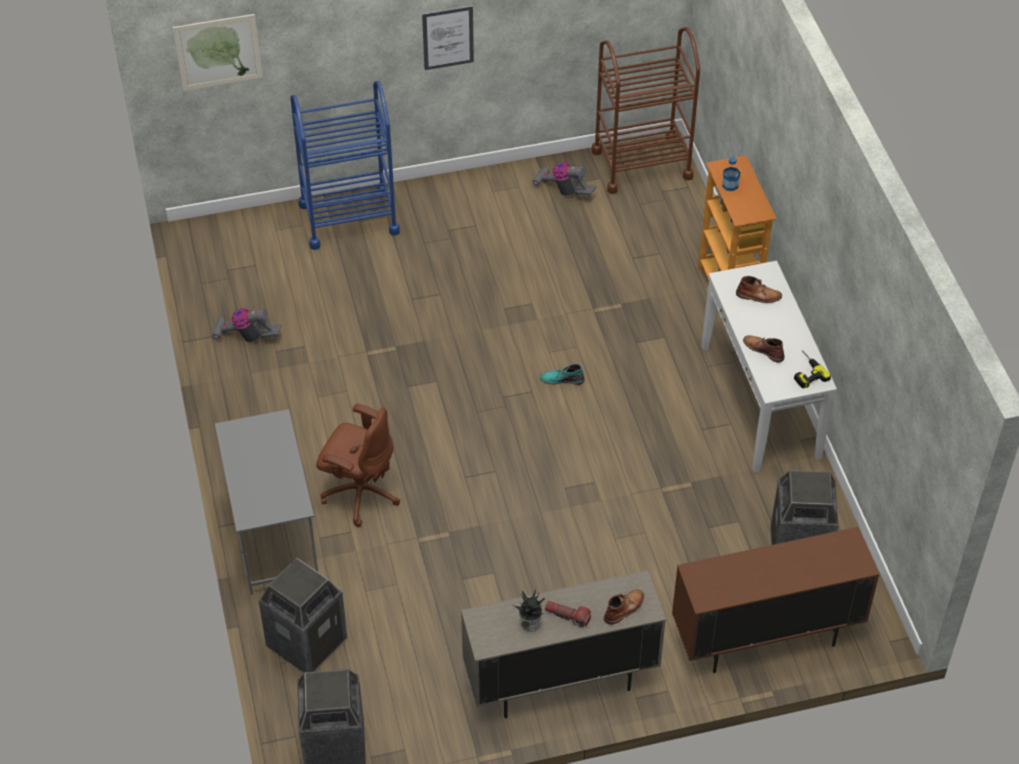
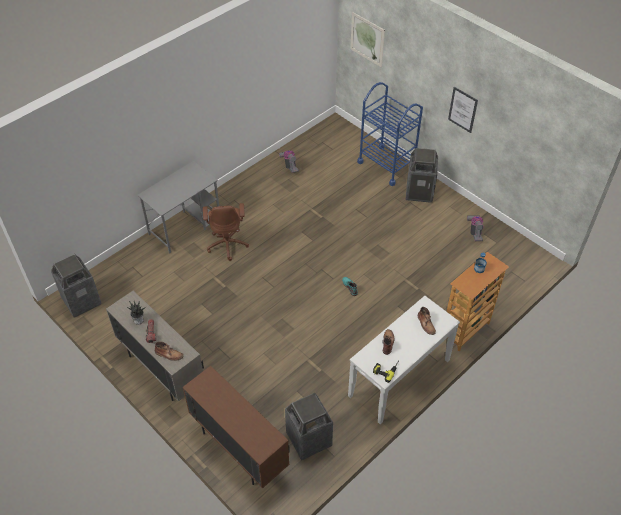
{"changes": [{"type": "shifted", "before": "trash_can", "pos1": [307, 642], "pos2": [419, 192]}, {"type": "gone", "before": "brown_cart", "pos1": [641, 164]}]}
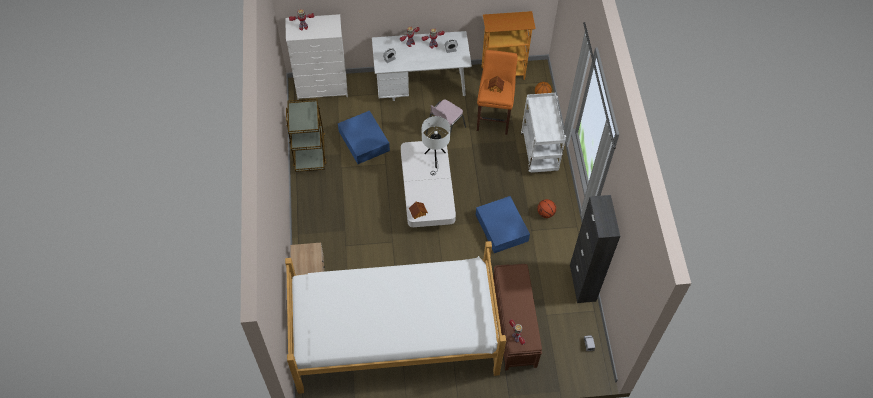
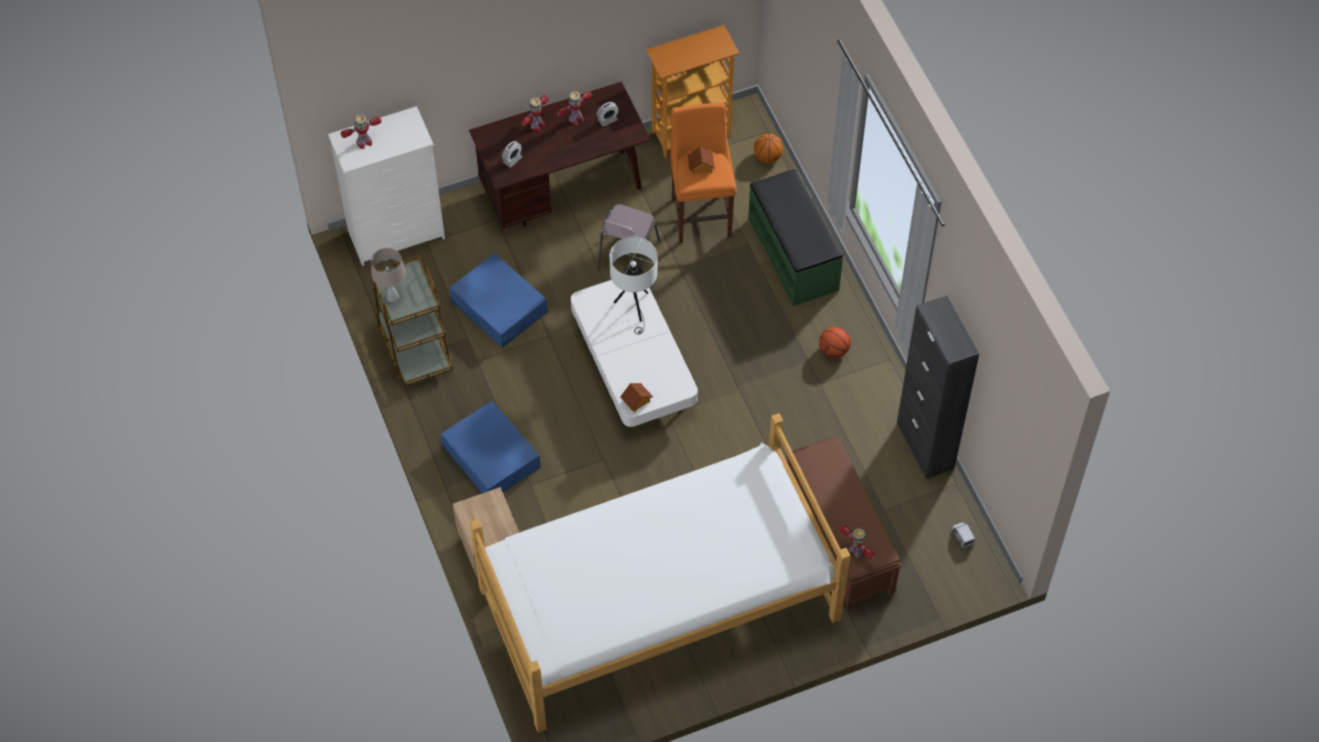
{"changes": [{"type": "new", "after": "beige_table_lamp", "pos2": [392, 297]}, {"type": "shifted", "before": "blue_storage_box", "pos1": [501, 228], "pos2": [491, 458]}, {"type": "repainted", "before": "white_desk", "after": "brown_desk", "pos1": [421, 87], "pos2": [563, 191]}, {"type": "swapped", "before": "white_cart", "after": "green_bench", "pos1": [540, 152], "pos2": [794, 254]}]}
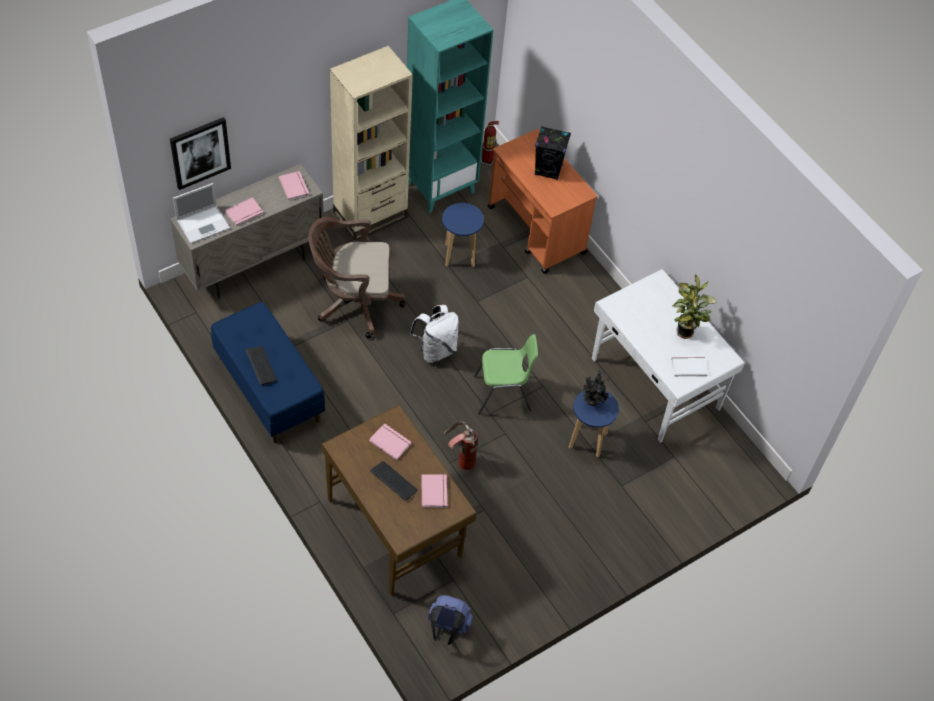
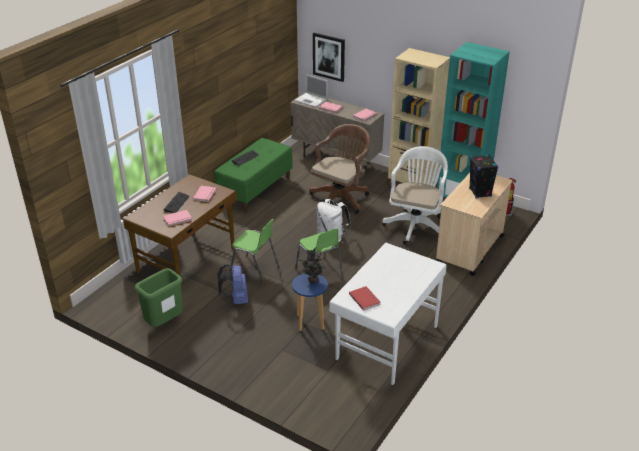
{"changes": [{"type": "new", "after": "green_trash_can", "pos2": [164, 323]}, {"type": "repainted", "before": "blue_bench", "after": "green_bench", "pos1": [268, 388], "pos2": [255, 189]}, {"type": "shifted", "before": "blue_backpack", "pos1": [447, 629], "pos2": [236, 300]}, {"type": "swapped", "before": "fire_extinguisher", "after": "green_chair", "pos1": [460, 459], "pos2": [255, 270]}, {"type": "rotated", "before": "brown_office_chair", "pos1": [353, 302], "pos2": [341, 198], "turn": 60}, {"type": "repainted", "before": "white_book", "after": "red_book", "pos1": [688, 365], "pos2": [365, 299]}, {"type": "swapped", "before": "blue_stool", "after": "white_office_chair", "pos1": [459, 255], "pos2": [415, 225]}, {"type": "repainted", "before": "orange_cart", "after": "beige_cart", "pos1": [537, 231], "pos2": [469, 249]}, {"type": "gone", "before": "potted_plant", "pos1": [684, 333]}]}
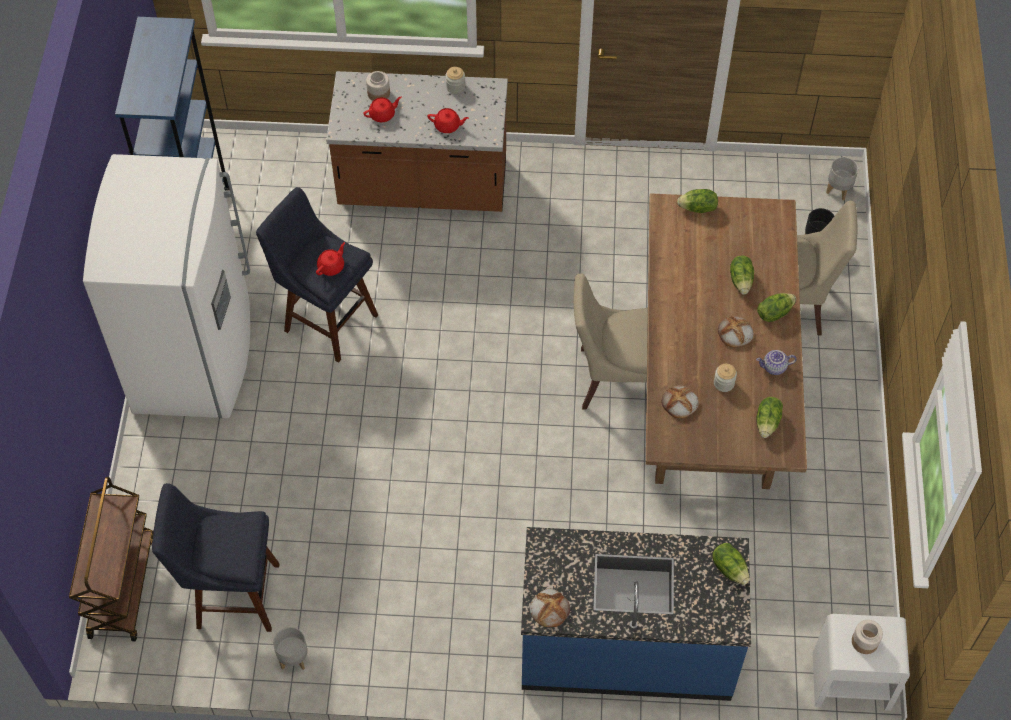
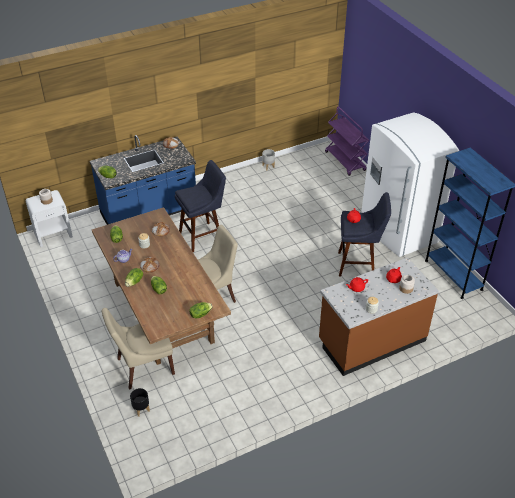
{"changes": [{"type": "shifted", "before": "blue_stool", "pos1": [231, 595], "pos2": [203, 236]}, {"type": "repainted", "before": "brown_cart", "after": "purple_cart", "pos1": [122, 585], "pos2": [345, 161]}, {"type": "gone", "before": "grey_planter", "pos1": [839, 190]}]}
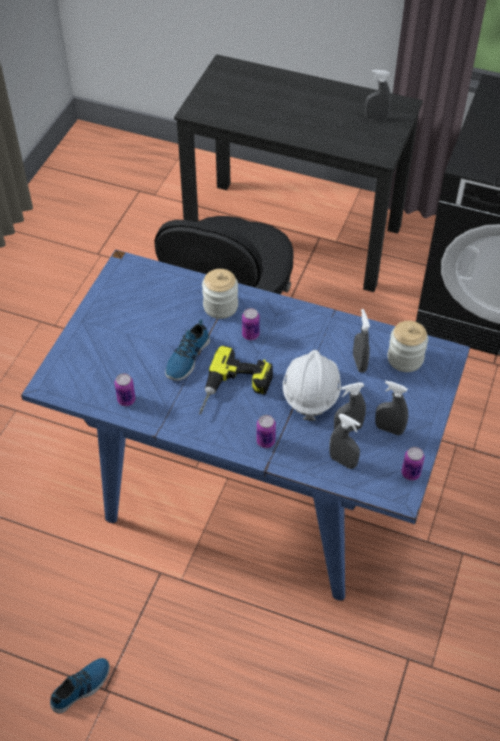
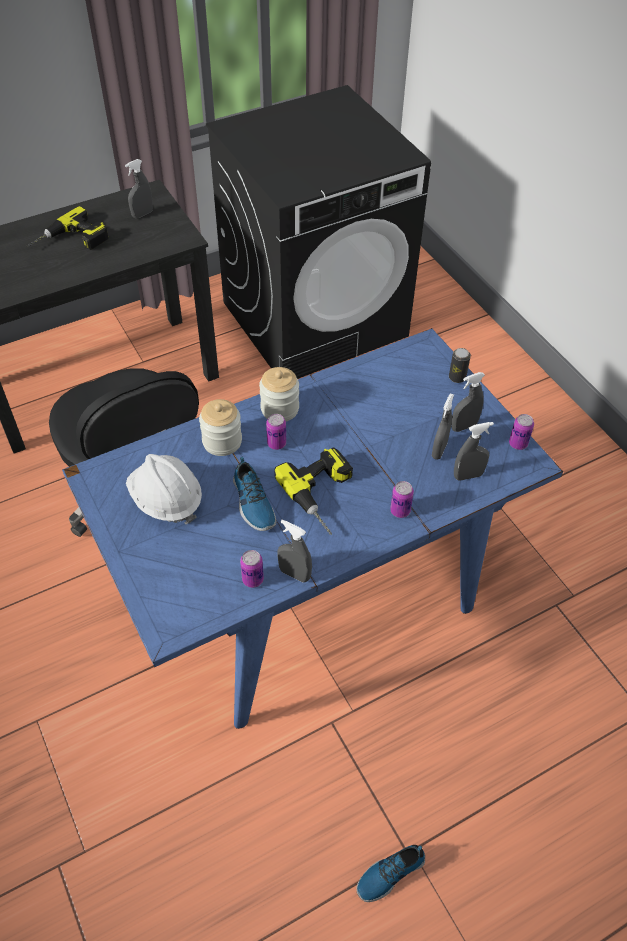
{"changes": [{"type": "new", "after": "power_drill", "pos2": [70, 241]}, {"type": "shifted", "before": "white_hard_hat", "pos1": [310, 393], "pos2": [166, 500]}, {"type": "shifted", "before": "jar", "pos1": [405, 359], "pos2": [279, 409]}, {"type": "shifted", "before": "grey_spray_bottle", "pos1": [359, 363], "pos2": [294, 574]}, {"type": "rotated", "before": "shoe", "pos1": [81, 687], "pos2": [389, 872], "turn": -120}, {"type": "new", "after": "can", "pos2": [457, 377]}]}
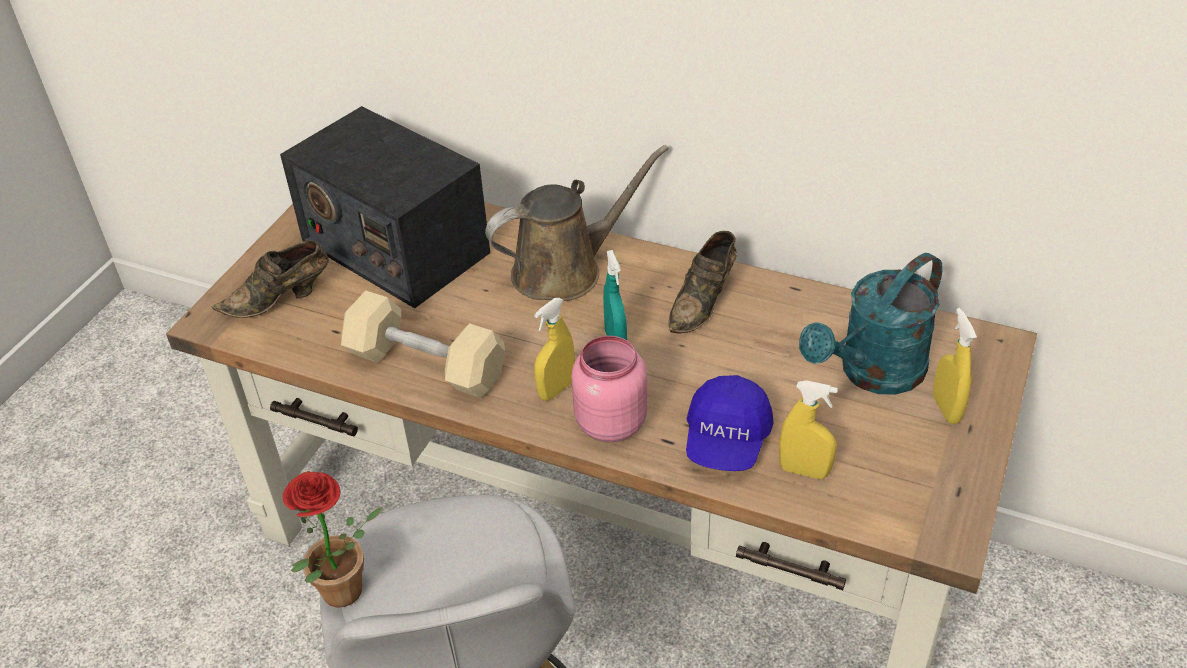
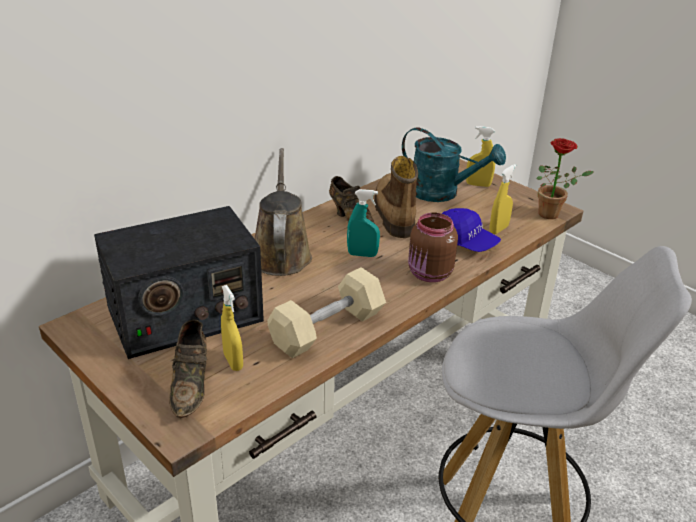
{"changes": [{"type": "shifted", "before": "yellow_spray_bottle", "pos1": [556, 389], "pos2": [233, 362]}, {"type": "new", "after": "boot", "pos2": [393, 214]}, {"type": "rotated", "before": "turquoise_watering_can", "pos1": [872, 374], "pos2": [442, 193], "turn": -45}, {"type": "repainted", "before": "pink_jar", "after": "brown_jar", "pos1": [608, 423], "pos2": [429, 274]}, {"type": "shifted", "before": "potted_plant", "pos1": [344, 598], "pos2": [553, 214]}]}
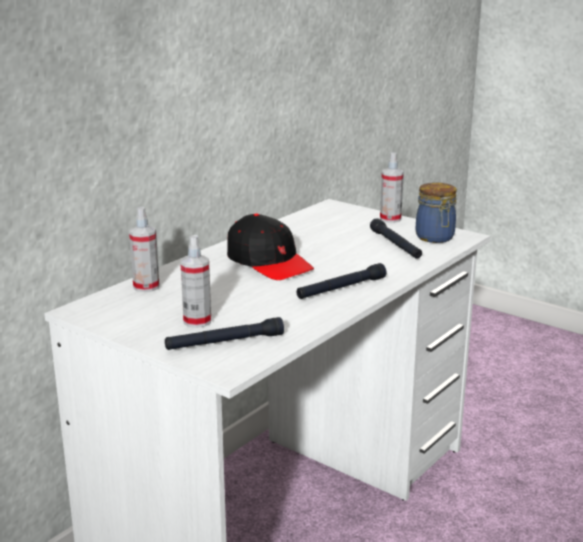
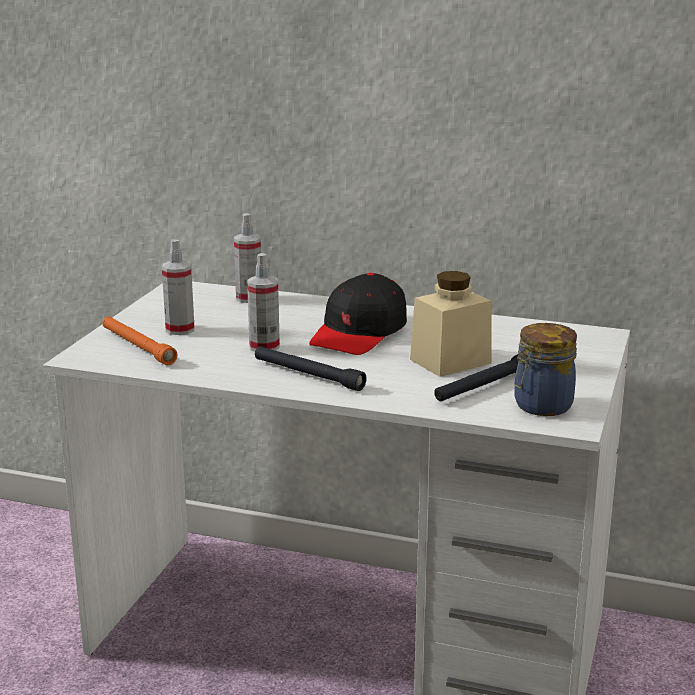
{"changes": [{"type": "repainted", "before": "black_flashlight", "after": "orange_flashlight", "pos1": [224, 342], "pos2": [137, 347]}, {"type": "shifted", "before": "spray_bottle", "pos1": [390, 219], "pos2": [264, 347]}, {"type": "new", "after": "beige_jar", "pos2": [450, 361]}]}
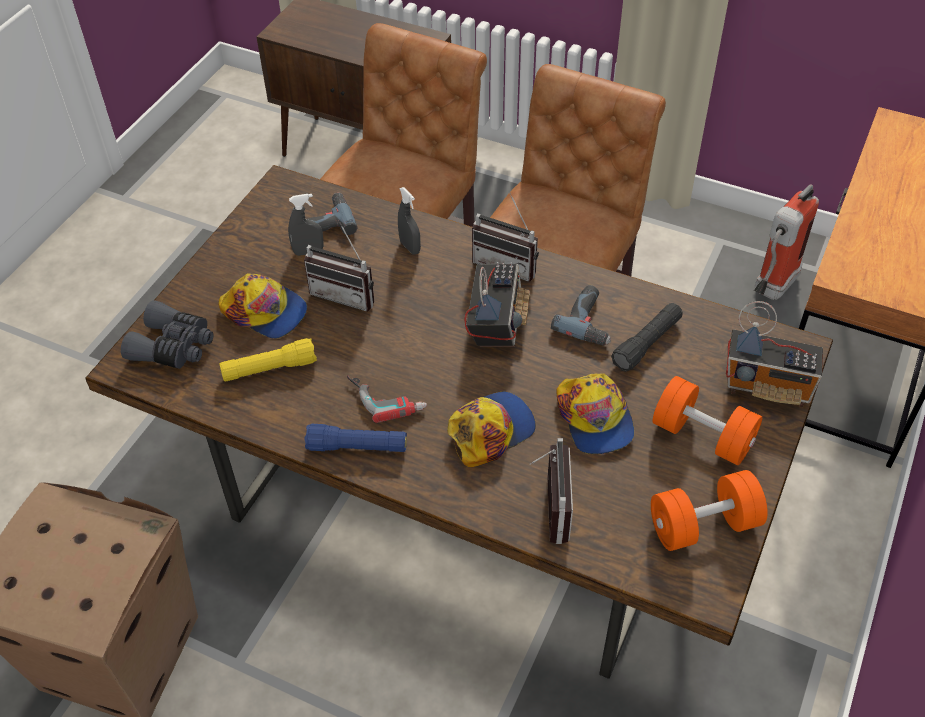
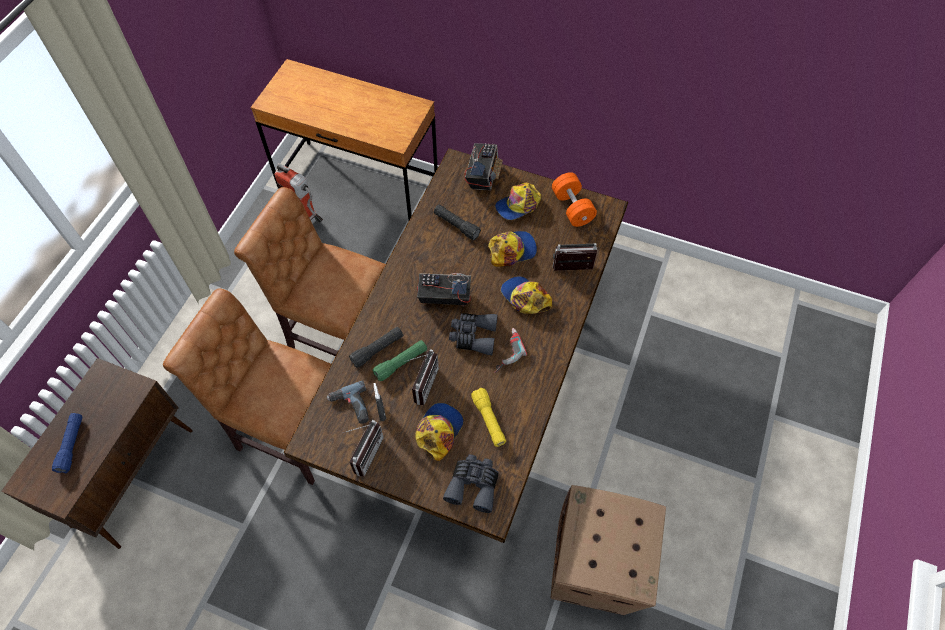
{"changes": [{"type": "shifted", "before": "blue_flashlight", "pos1": [357, 447], "pos2": [72, 445]}, {"type": "shifted", "before": "radio", "pos1": [508, 263], "pos2": [364, 452]}, {"type": "swapped", "before": "grey_spray_bottle", "after": "black_flashlight", "pos1": [410, 247], "pos2": [377, 350]}, {"type": "new", "after": "green_flashlight", "pos2": [401, 363]}, {"type": "new", "after": "grey_binoculars", "pos2": [473, 336]}, {"type": "swapped", "before": "orange_dumbbell", "after": "cap", "pos1": [702, 436], "pos2": [518, 205]}, {"type": "gone", "before": "power_drill", "pos1": [590, 321]}]}
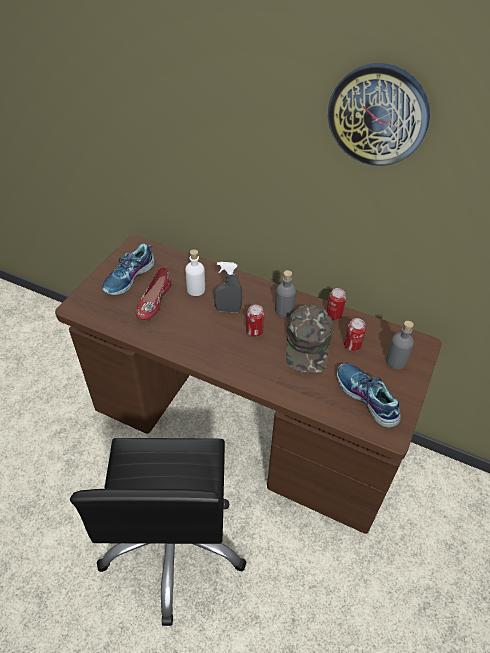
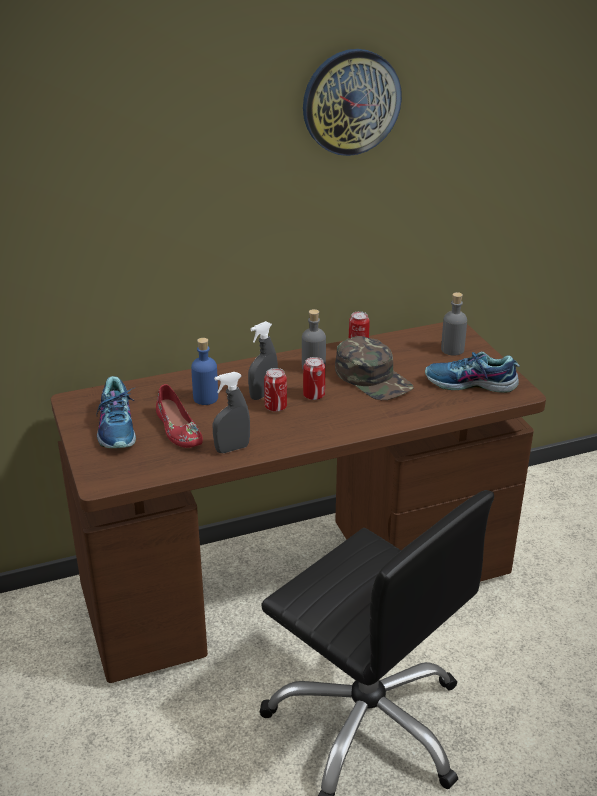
{"changes": [{"type": "repainted", "before": "white_bottle", "after": "blue_bottle", "pos1": [196, 289], "pos2": [205, 398]}, {"type": "new", "after": "grey_spray_bottle", "pos2": [232, 448]}, {"type": "shifted", "before": "can", "pos1": [352, 345], "pos2": [275, 407]}]}
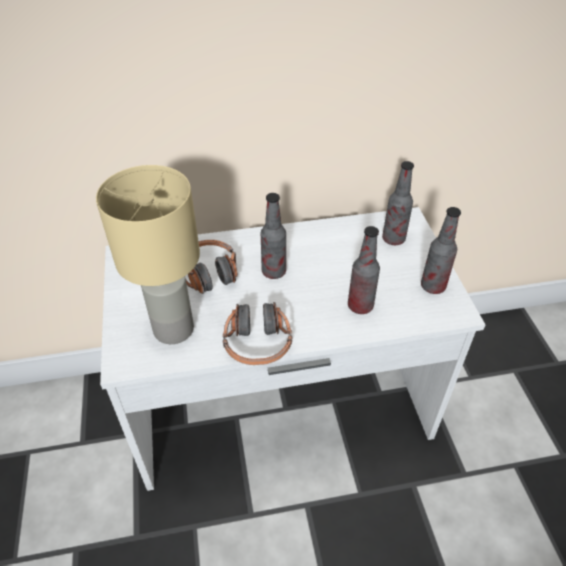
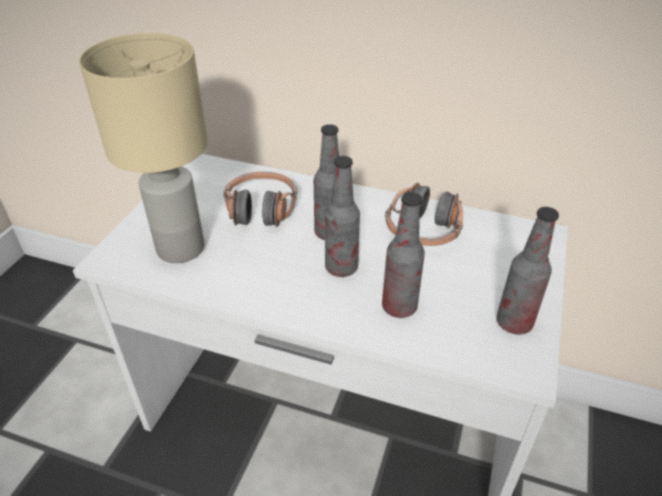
{"changes": [{"type": "shifted", "before": "bottle", "pos1": [393, 239], "pos2": [341, 268]}, {"type": "shifted", "before": "headphones", "pos1": [257, 343], "pos2": [423, 230]}]}
